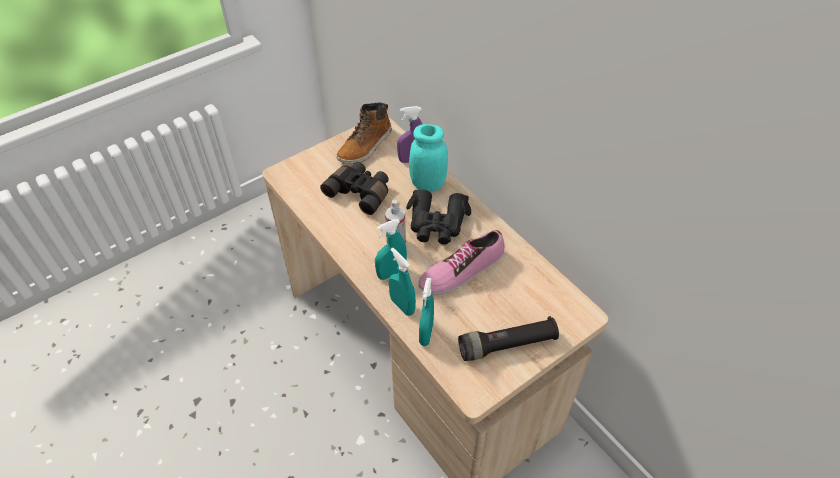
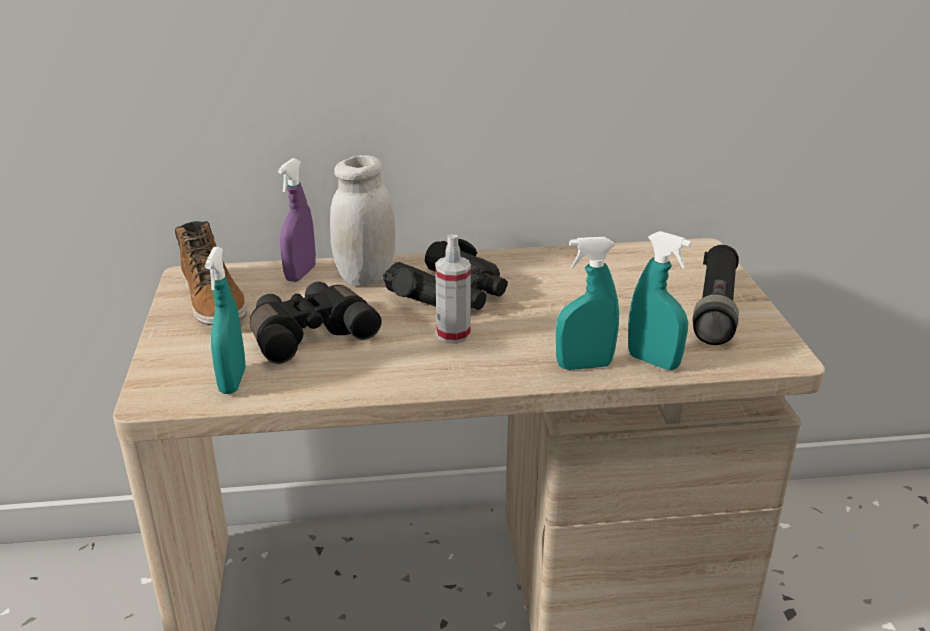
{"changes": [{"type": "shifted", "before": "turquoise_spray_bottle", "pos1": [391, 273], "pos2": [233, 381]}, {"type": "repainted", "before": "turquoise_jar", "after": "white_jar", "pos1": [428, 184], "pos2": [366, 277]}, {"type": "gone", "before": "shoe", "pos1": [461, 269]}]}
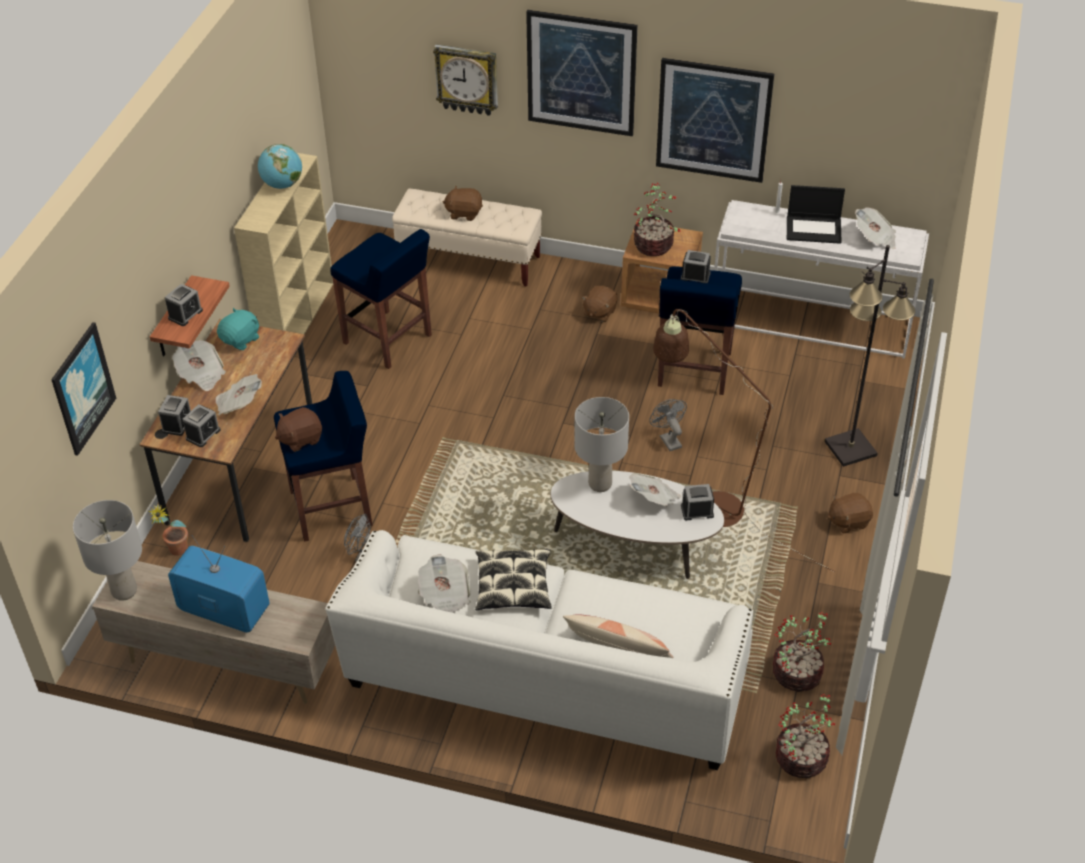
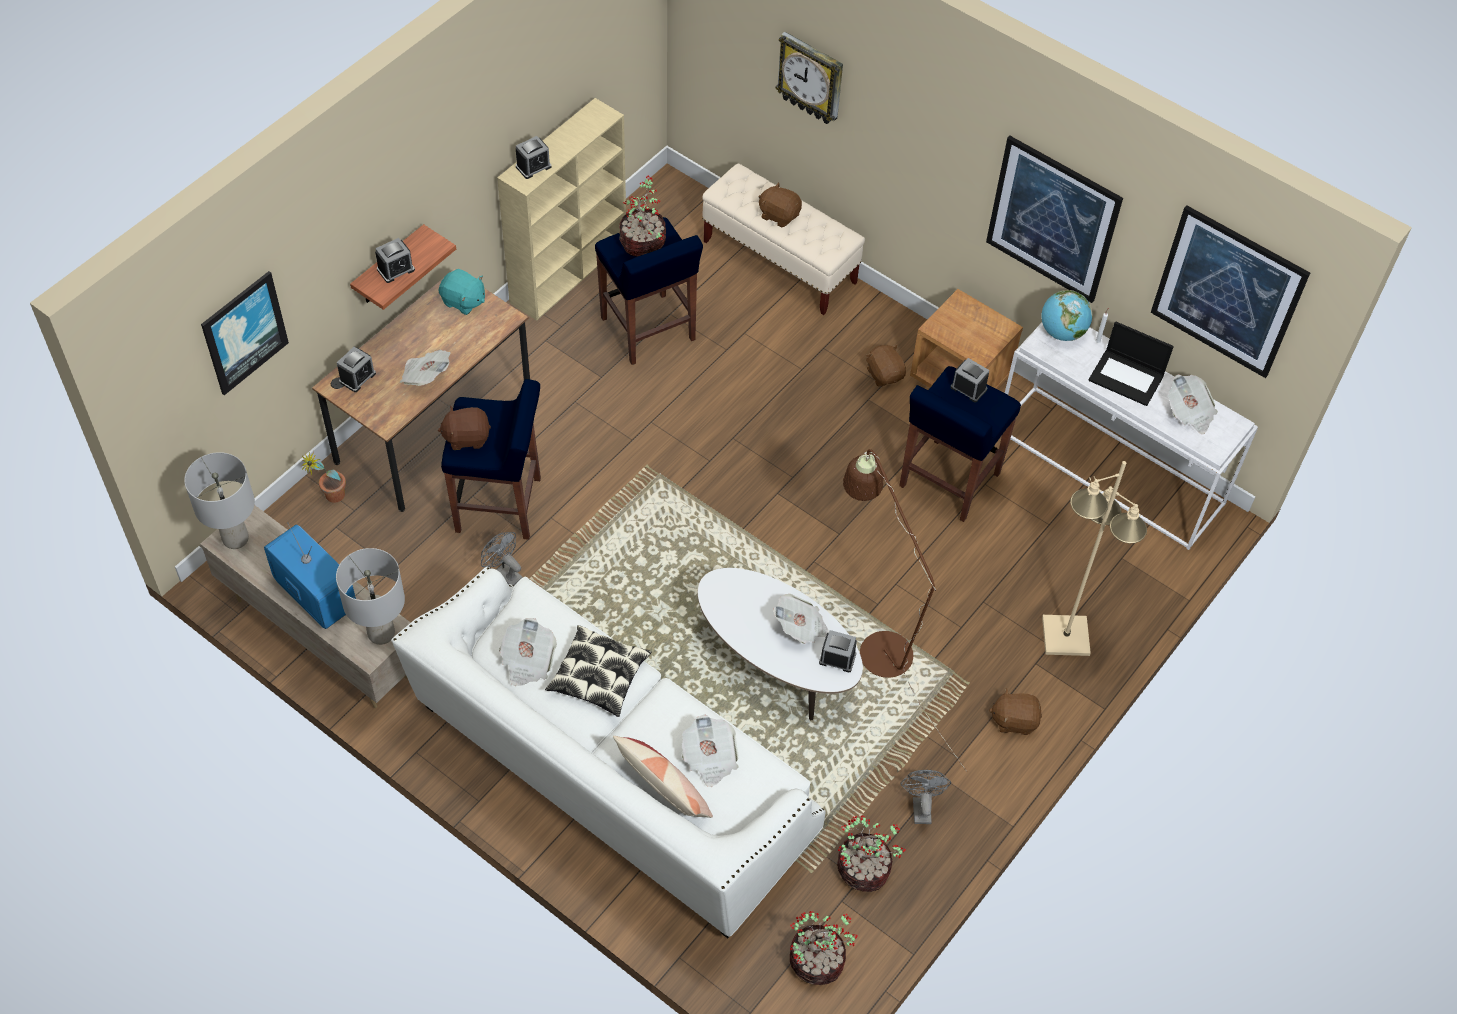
{"changes": [{"type": "shifted", "before": "grey_table_lamp", "pos1": [600, 484], "pos2": [381, 634]}, {"type": "rotated", "before": "turquoise_plush_toy", "pos1": [241, 340], "pos2": [463, 301], "turn": 60}, {"type": "shifted", "before": "alarm_clock", "pos1": [203, 434], "pos2": [533, 167]}, {"type": "shifted", "before": "potted_plant", "pos1": [654, 246], "pos2": [643, 243]}, {"type": "shifted", "before": "newspaper", "pos1": [201, 375], "pos2": [710, 758]}, {"type": "rotated", "before": "brown_plush_toy", "pos1": [599, 312], "pos2": [884, 374], "turn": 105}, {"type": "shifted", "before": "grey_fan", "pos1": [668, 439], "pos2": [921, 806]}, {"type": "shifted", "before": "globe", "pos1": [282, 185], "pos2": [1062, 332]}, {"type": "repainted", "before": "black_floor_lamp", "after": "beige_floor_lamp", "pos1": [849, 448], "pos2": [1065, 635]}, {"type": "shifted", "before": "picture", "pos1": [581, 73], "pos2": [1228, 292]}]}
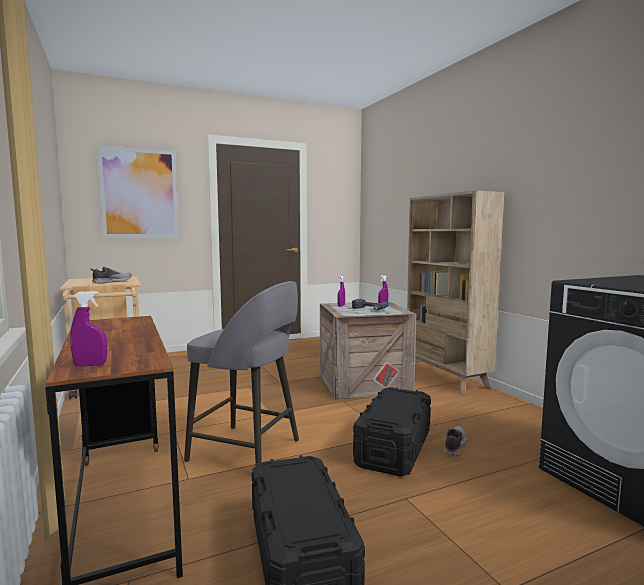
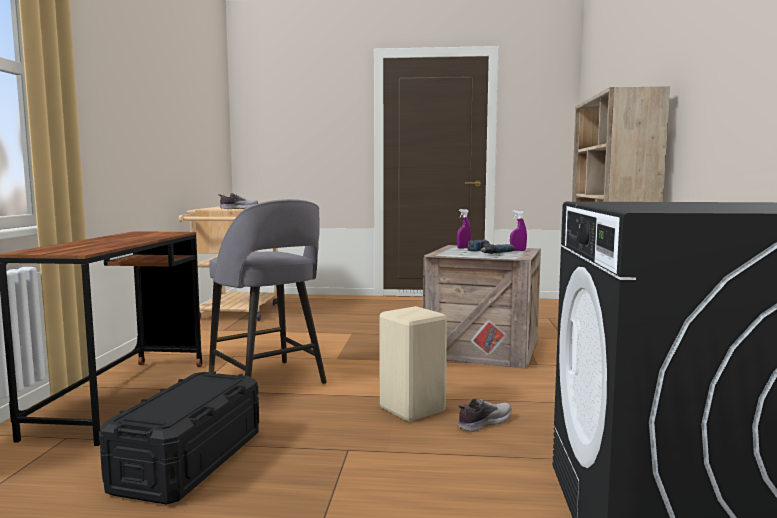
{"changes": [{"type": "swapped", "before": "black_storage_box", "after": "beige_stool", "pos1": [393, 448], "pos2": [410, 409]}, {"type": "gone", "before": "purple_spray_bottle", "pos1": [90, 365]}, {"type": "gone", "before": "picture", "pos1": [139, 193]}]}
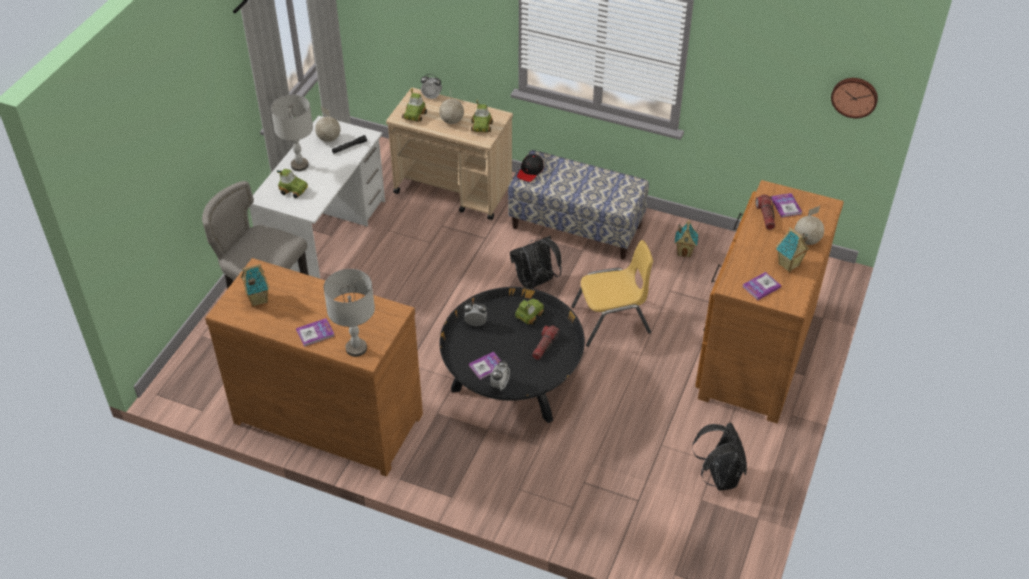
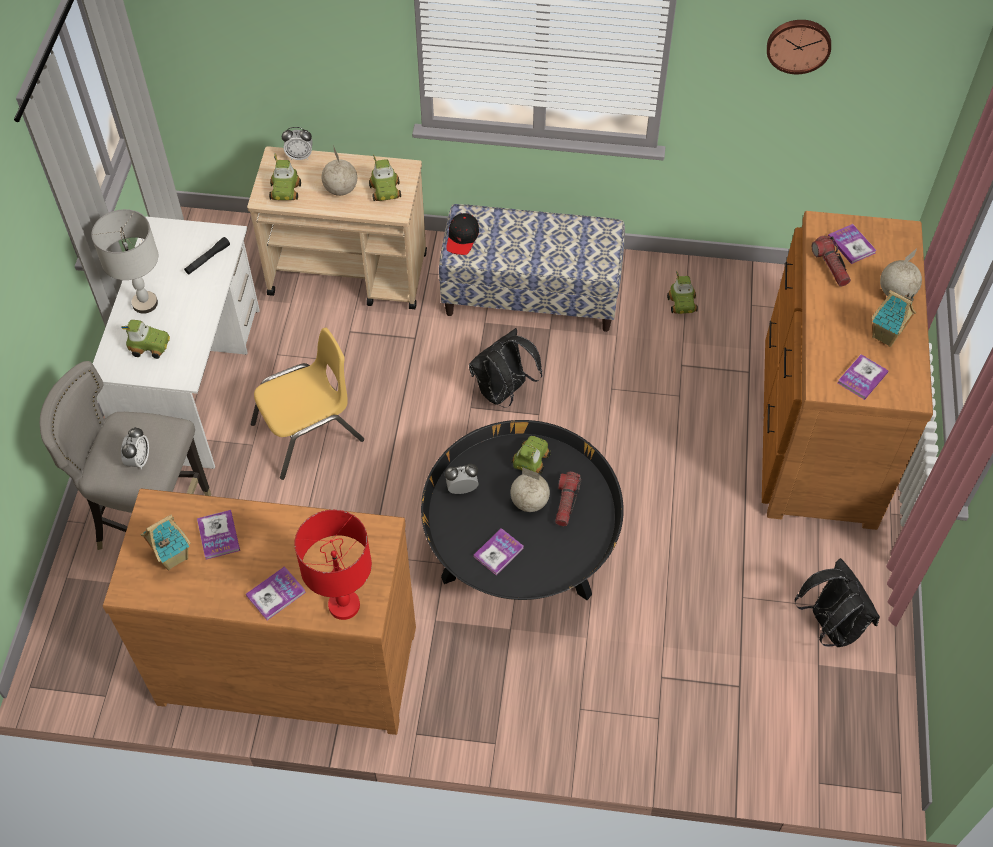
{"changes": [{"type": "shifted", "before": "alarm_clock", "pos1": [500, 385], "pos2": [139, 460]}, {"type": "new", "after": "book", "pos2": [218, 535]}, {"type": "shifted", "before": "yellow_chair", "pos1": [611, 320], "pos2": [309, 433]}, {"type": "repainted", "before": "grey_table_lamp", "after": "red_table_lamp", "pos1": [356, 348], "pos2": [344, 605]}, {"type": "shifted", "before": "globe", "pos1": [329, 138], "pos2": [529, 502]}, {"type": "swapped", "before": "toy_house", "after": "toy_car", "pos1": [684, 252], "pos2": [682, 303]}, {"type": "shifted", "before": "wall_clock", "pos1": [854, 96], "pos2": [798, 44]}]}
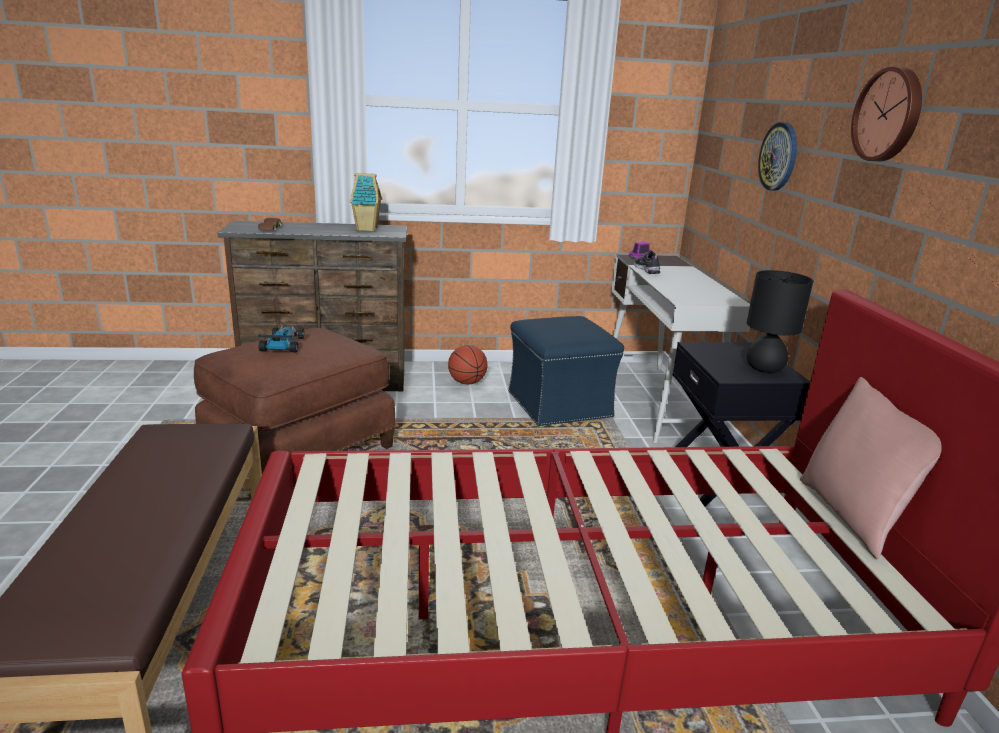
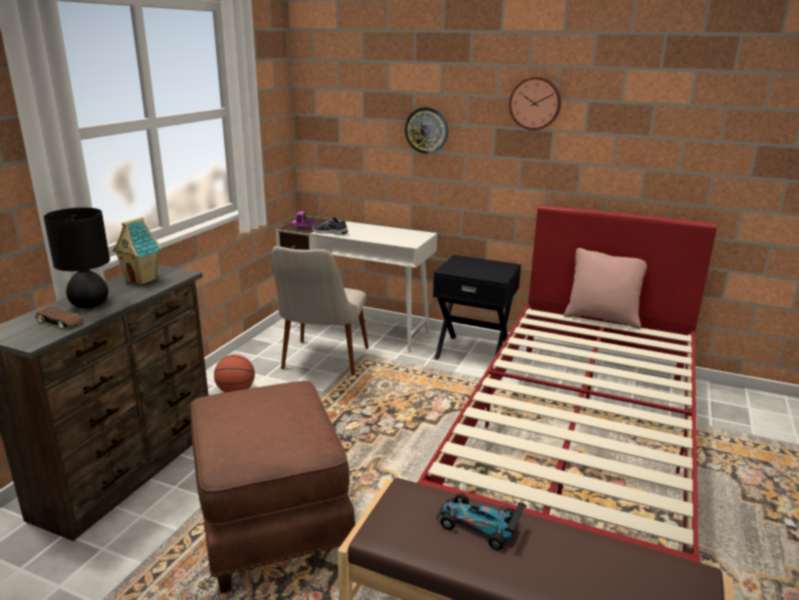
{"changes": [{"type": "shifted", "before": "black_table_lamp", "pos1": [764, 369], "pos2": [90, 304]}, {"type": "swapped", "before": "blue_ottoman", "after": "beige_chair", "pos1": [558, 404], "pos2": [321, 365]}, {"type": "shifted", "before": "toy_car", "pos1": [283, 345], "pos2": [479, 526]}]}
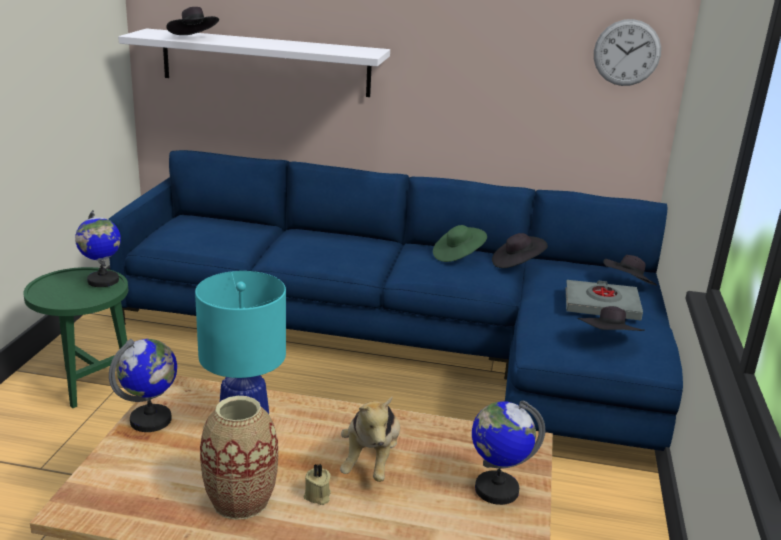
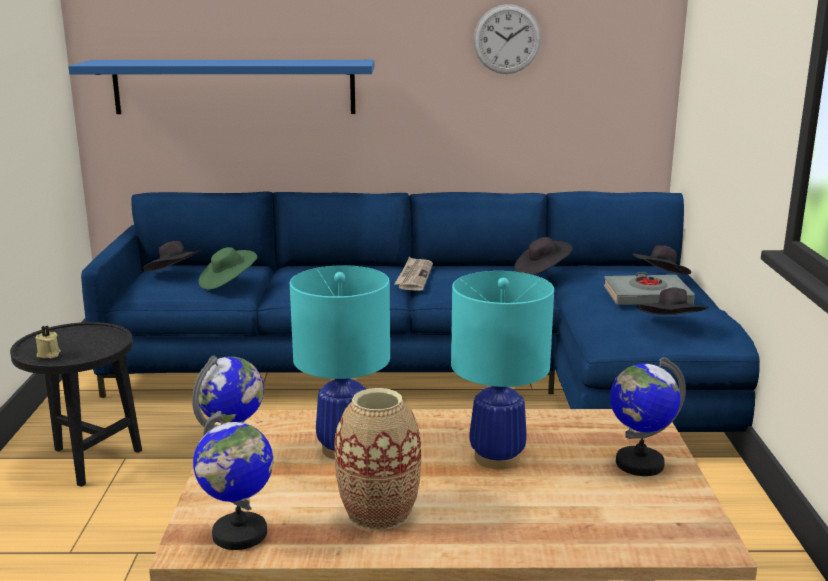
{"changes": [{"type": "repainted", "before": "green_side_table", "after": "black_side_table", "pos1": [87, 383], "pos2": [87, 459]}, {"type": "shifted", "before": "beige_candle", "pos1": [317, 496], "pos2": [49, 354]}, {"type": "repainted", "before": "white_shelf", "after": "blue_shelf", "pos1": [265, 63], "pos2": [234, 86]}, {"type": "shifted", "before": "black_hat", "pos1": [194, 38], "pos2": [174, 274]}, {"type": "shifted", "before": "globe", "pos1": [103, 281], "pos2": [239, 534]}, {"type": "shifted", "before": "green_hat", "pos1": [458, 256], "pos2": [228, 283]}, {"type": "new", "after": "newspaper", "pos2": [414, 276]}, {"type": "swapped", "before": "plush_toy", "after": "turquoise_table_lamp", "pos1": [371, 461], "pos2": [497, 457]}, {"type": "shifted", "before": "wall_clock", "pos1": [627, 52], "pos2": [507, 39]}]}
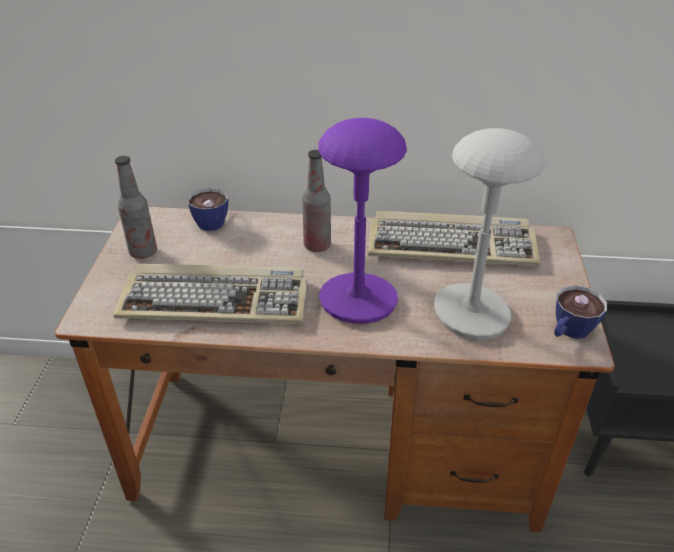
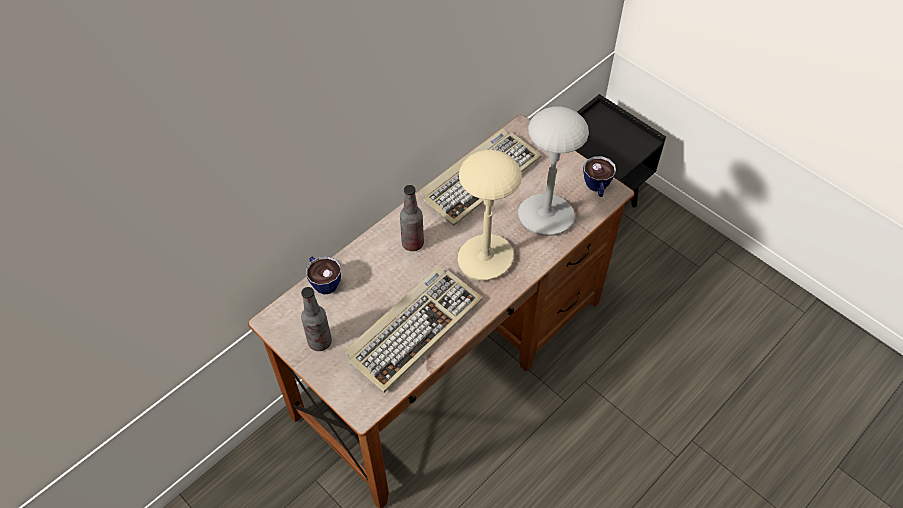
{"changes": [{"type": "repainted", "before": "purple_table_lamp", "after": "beige_table_lamp", "pos1": [357, 301], "pos2": [485, 260]}]}
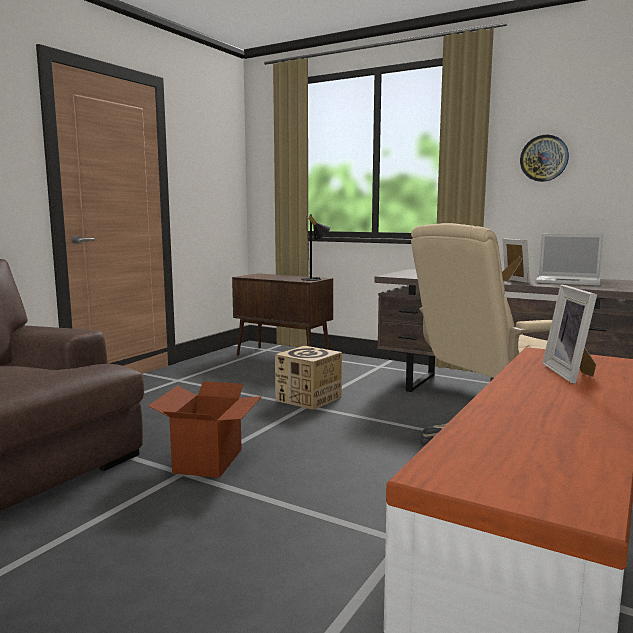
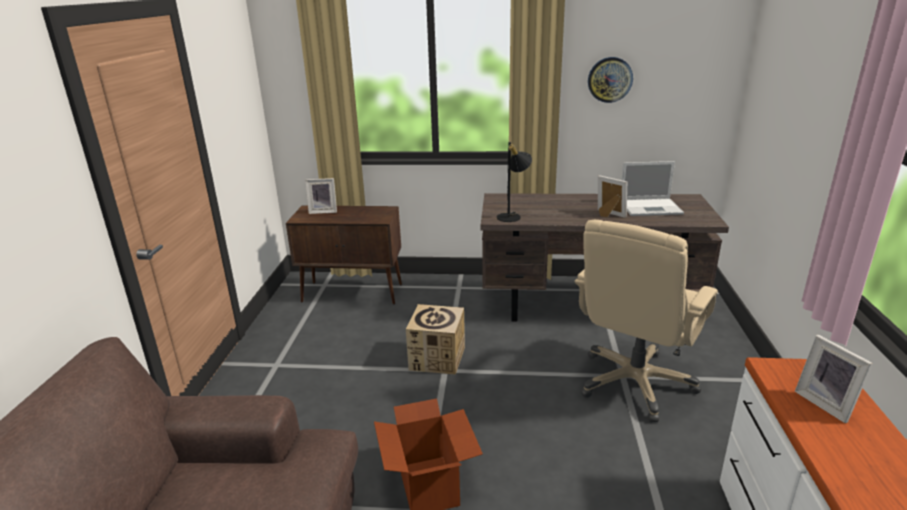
{"changes": [{"type": "new", "after": "picture_frame", "pos2": [323, 211]}, {"type": "shifted", "before": "black_table_lamp", "pos1": [315, 279], "pos2": [512, 216]}]}
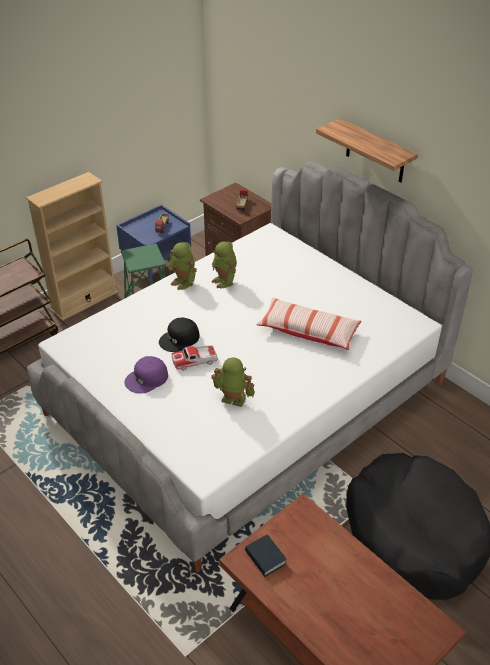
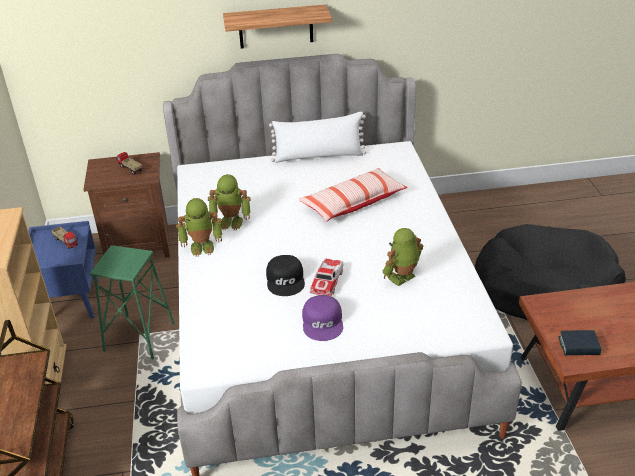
{"changes": [{"type": "new", "after": "white_pillow", "pos2": [319, 156]}]}
